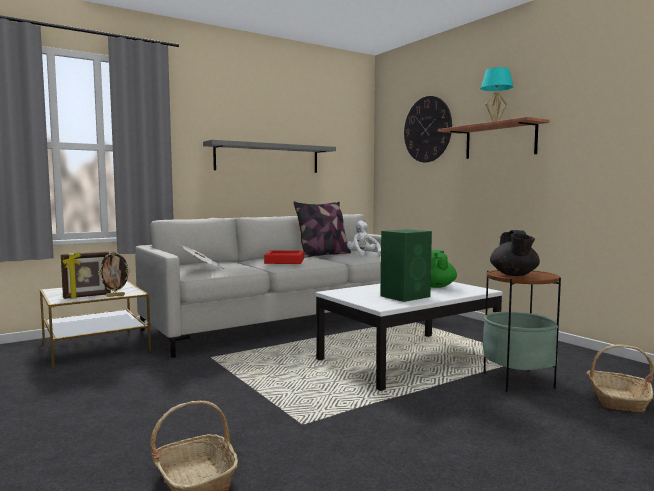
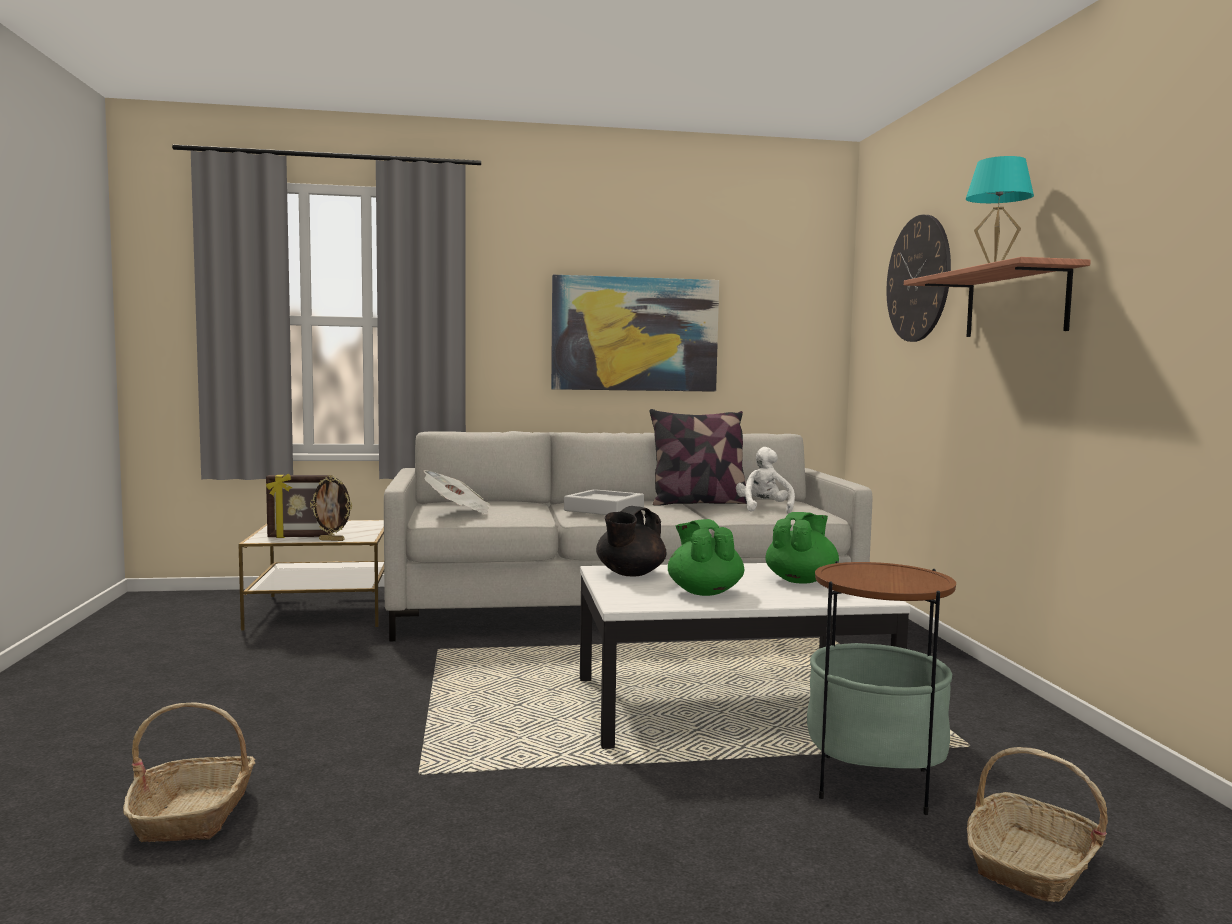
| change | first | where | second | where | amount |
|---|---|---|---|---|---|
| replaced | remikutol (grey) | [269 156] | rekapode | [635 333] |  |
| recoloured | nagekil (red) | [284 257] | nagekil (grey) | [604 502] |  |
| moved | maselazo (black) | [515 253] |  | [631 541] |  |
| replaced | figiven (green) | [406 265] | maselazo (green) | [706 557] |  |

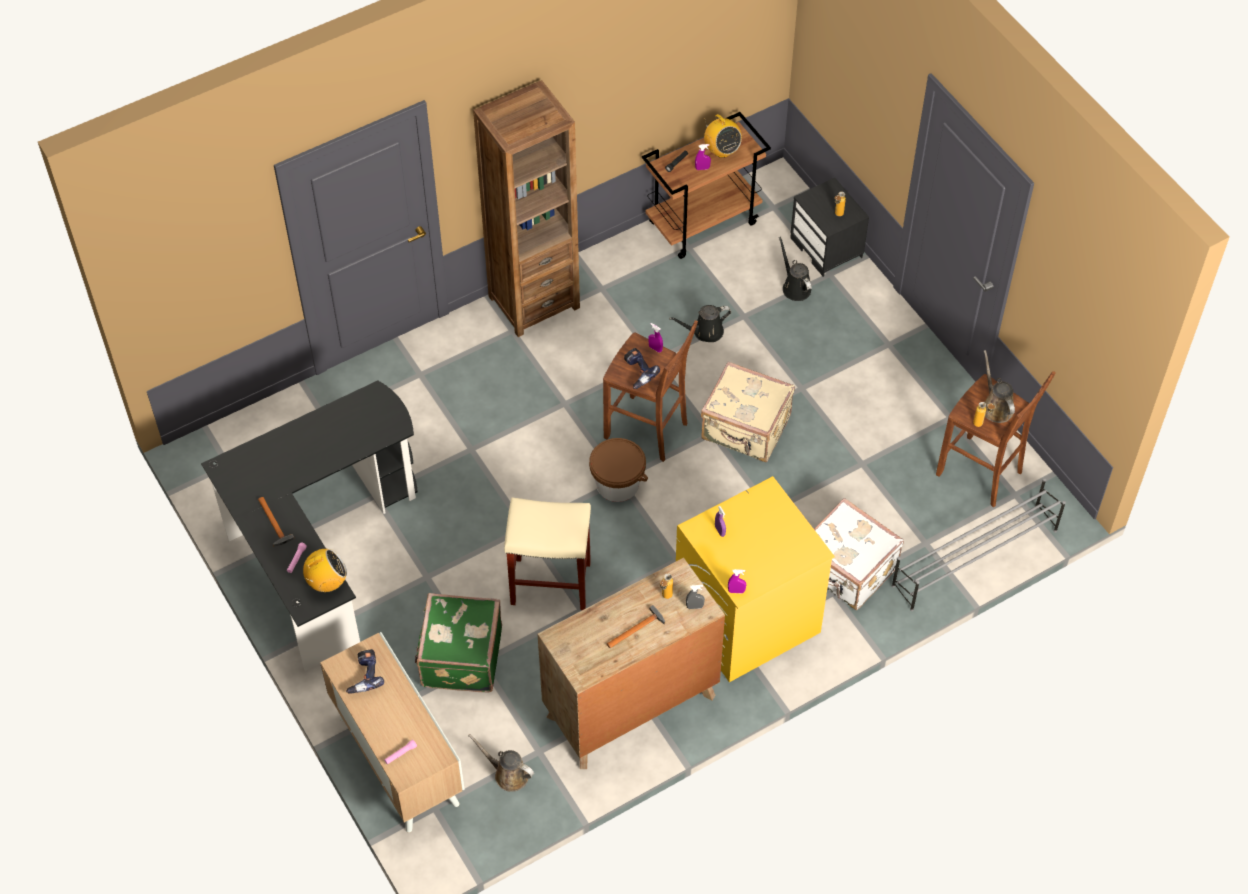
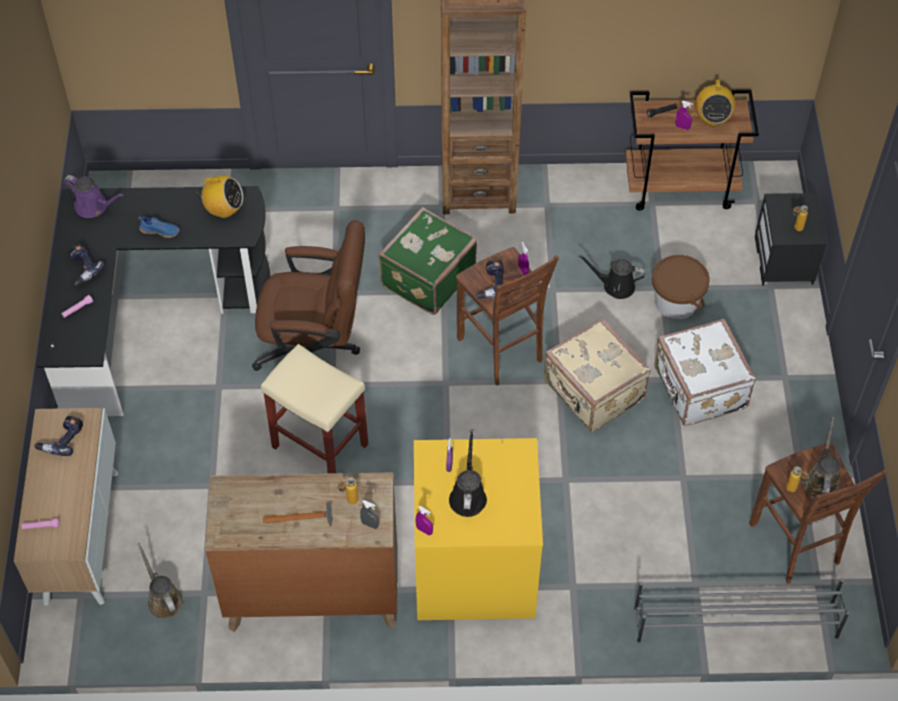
| change | first | where | second | where | amount |
|---|---|---|---|---|---|
| added |  |  | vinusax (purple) | [94 196] |  |
| replaced | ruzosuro | [276 522] | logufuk | [86 264] |  |
| added |  |  | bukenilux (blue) | [159 227] |  |
| moved | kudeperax | [325 570] |  | [219 196] |  |
| added |  |  | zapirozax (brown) | [308 295] |  |
| moved | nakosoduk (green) | [458 643] |  | [428 261] |  |
| moved | vinusax (black) | [795 269] |  | [468 473] |  |
| moved | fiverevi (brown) | [618 470] |  | [681 287] |  |
| moved | nakosoduk (white) | [859 554] |  | [705 372] |  |

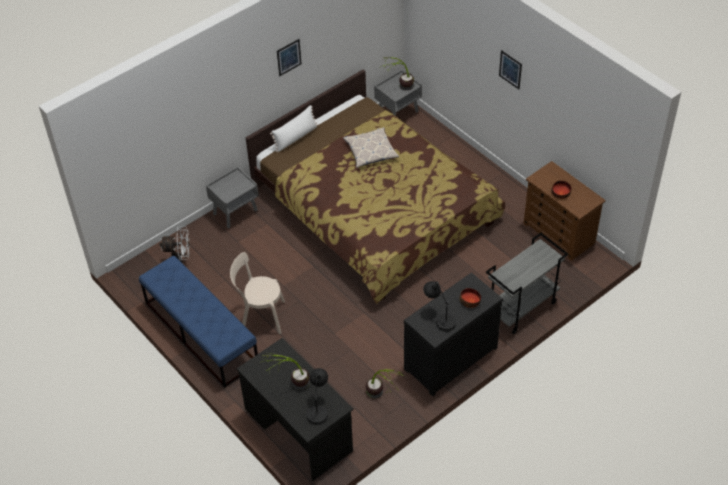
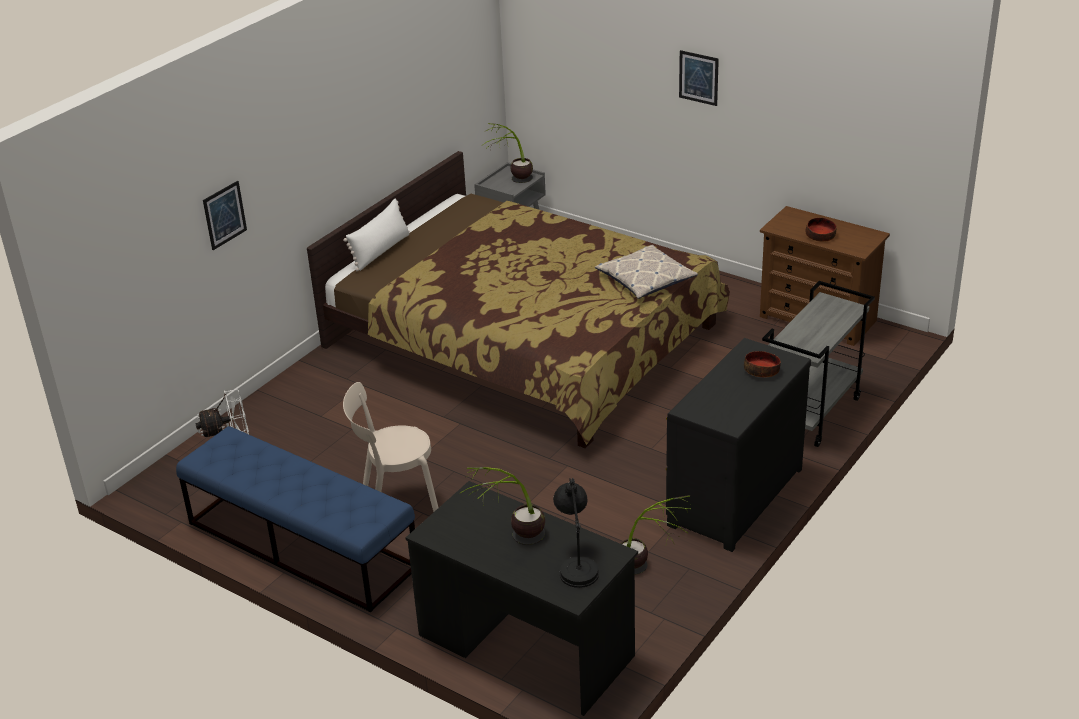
| change | first | where | second | where | amount |
|---|---|---|---|---|---|
| moved | rekapode | [289 57] |  | [225 215] |  |
| moved | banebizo | [371 147] |  | [646 272] |  |
| removed | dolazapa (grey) | [232 197] |  |  |  |
| removed | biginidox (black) | [439 306] |  |  |  |

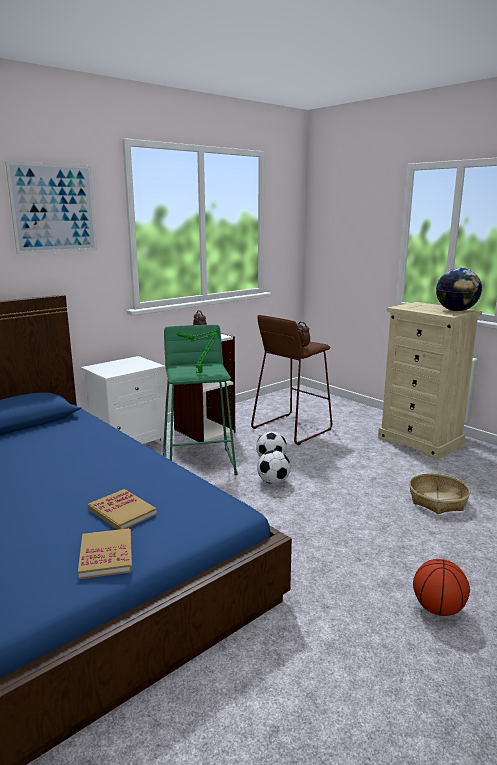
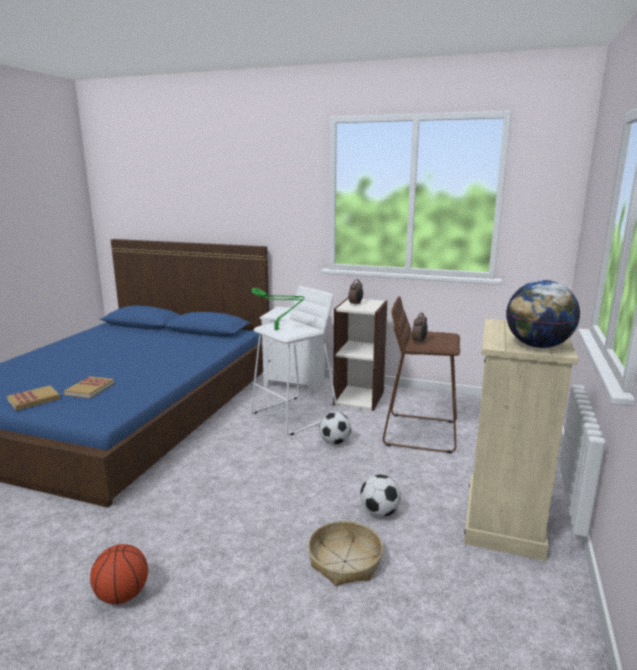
| change | first | where | second | where | amount |
|---|---|---|---|---|---|
| recoloured | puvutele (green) | [200 400] | puvutele (white) | [294 360] |  |
| moved | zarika | [274 467] |  | [380 496] |  |
| removed | rekapode | [51 207] |  |  |  |

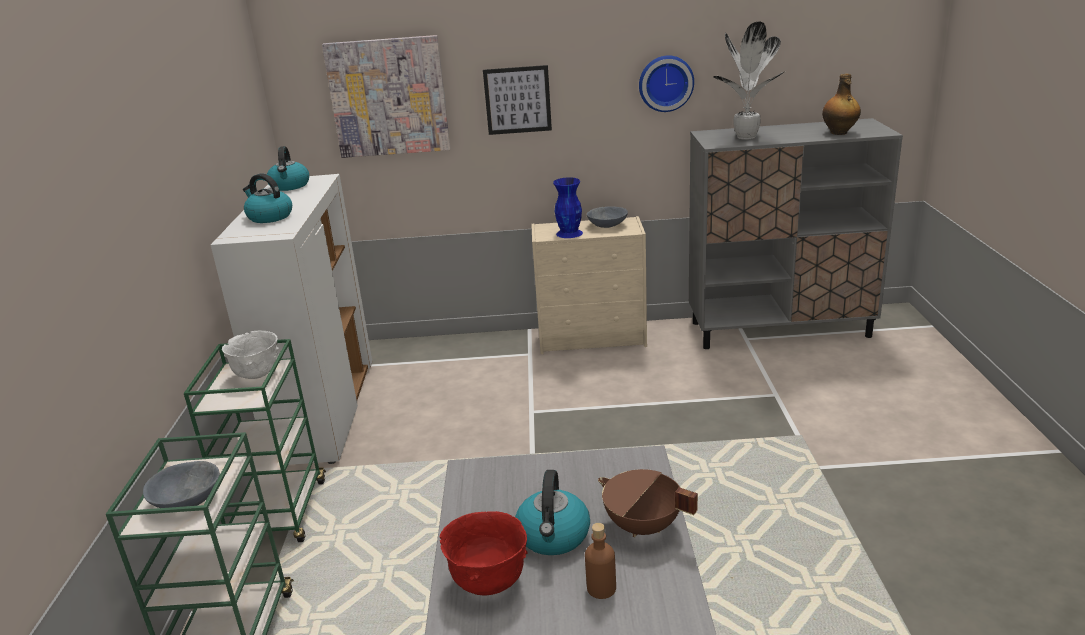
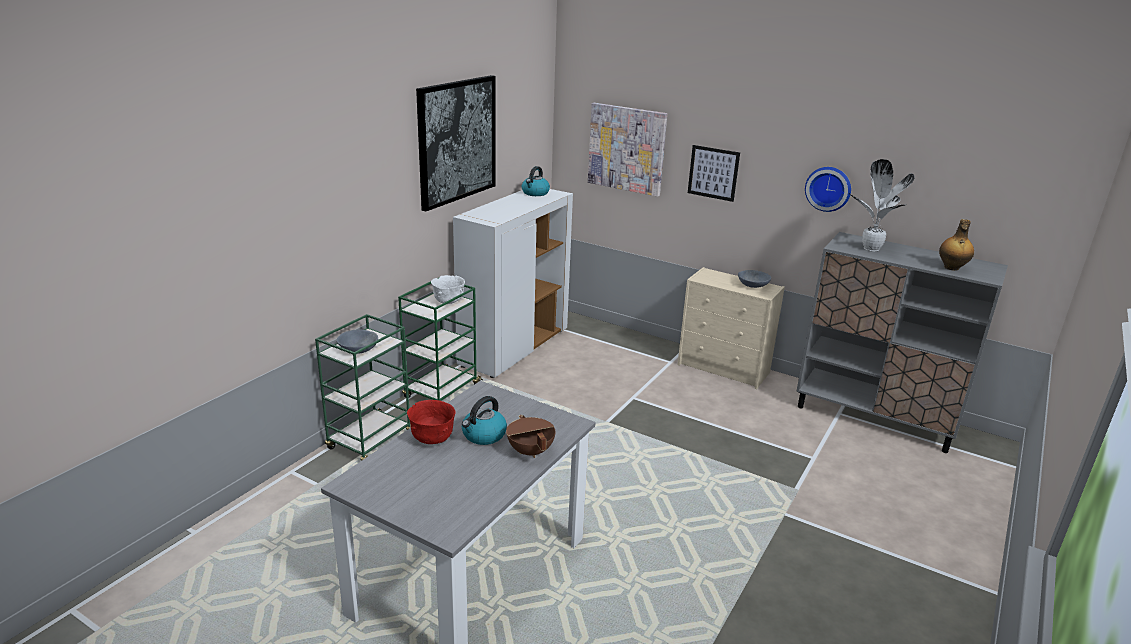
| change | first | where | second | where | amount |
|---|---|---|---|---|---|
| added |  |  | rekapode | [456 143] |  |
| removed | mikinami | [267 198] |  |  |  |
| removed | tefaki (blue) | [568 207] |  |  |  |
| removed | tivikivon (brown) | [600 561] |  |  |  |

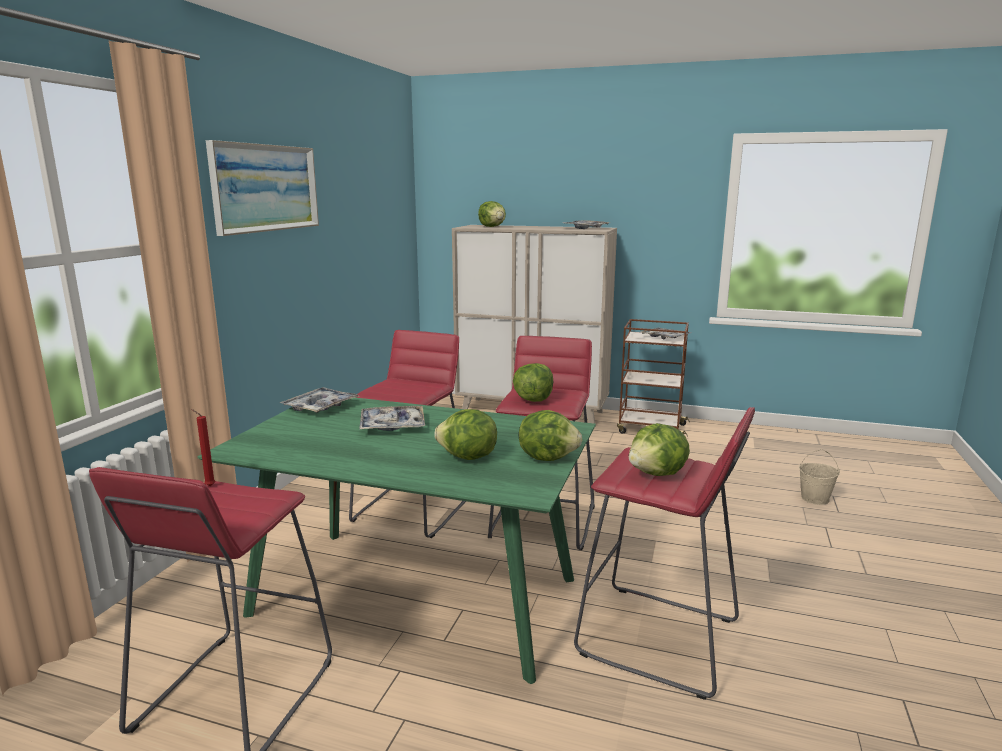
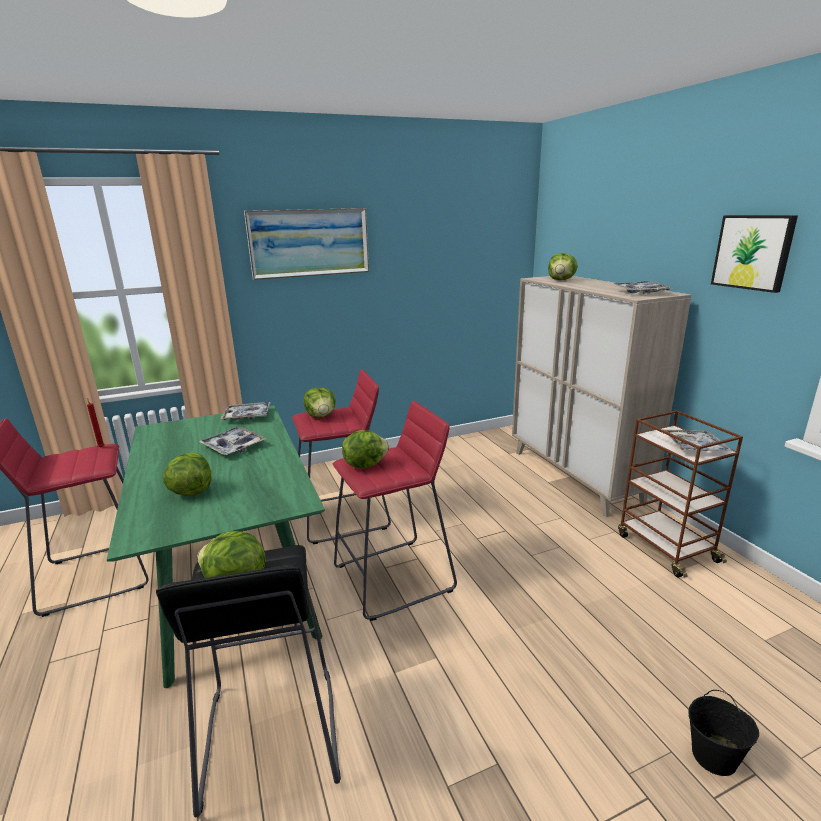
| change | first | where | second | where | amount |
|---|---|---|---|---|---|
| recoloured | puvutele (red) | [664 553] | puvutele (black) | [248 681] |  |
| moved | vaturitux | [550 435] |  | [320 403] |  |
| recoloured | fiverevi (beige) | [819 477] | fiverevi (black) | [724 733] |  |
| added |  |  | rekapode | [754 254] |  |

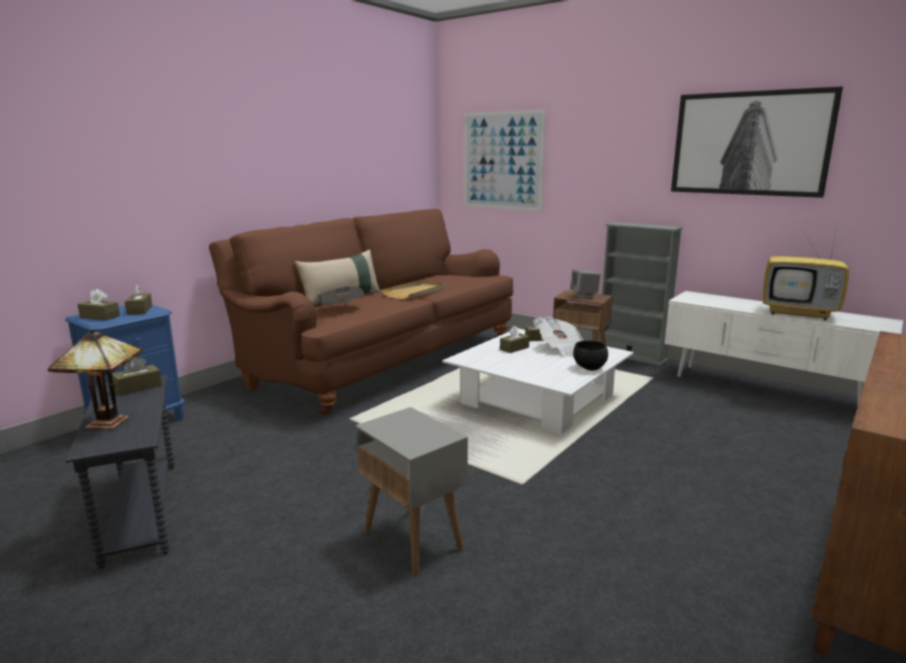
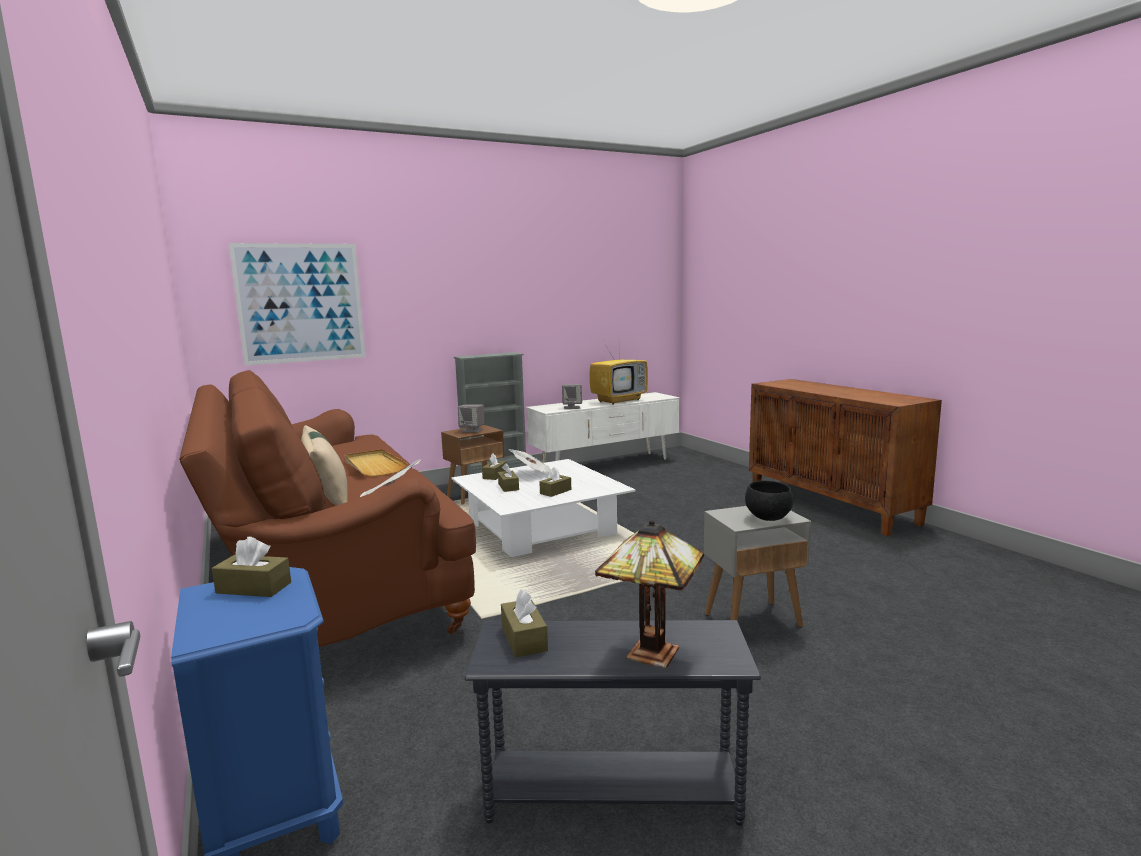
| change | first | where | second | where | amount |
|---|---|---|---|---|---|
| moved | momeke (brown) | [98 305] |  | [555 482] |  |
| added |  |  | figiven (grey) | [572 396] |  |
| moved | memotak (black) | [590 355] |  | [769 501] |  |
| removed | rekapode | [757 142] |  |  |  |

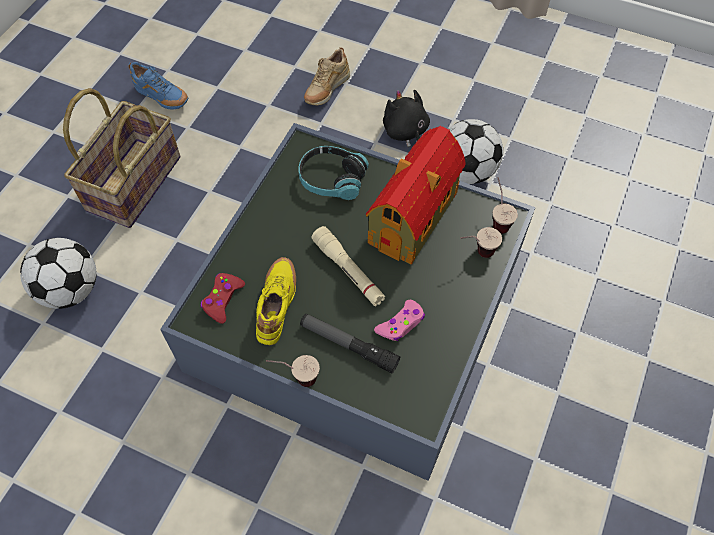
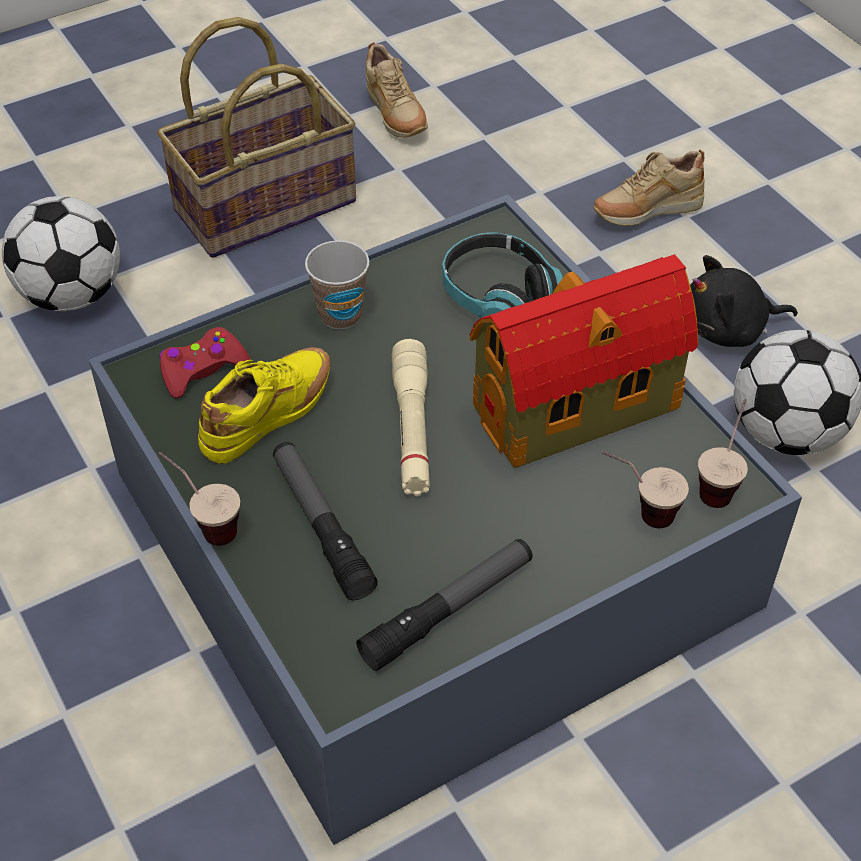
| change | first | where | second | where | amount |
|---|---|---|---|---|---|
| added |  |  | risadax | [337 284] |  |
| added |  |  | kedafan | [444 605] |  |
| recoloured | bukenilux (blue) | [158 86] | bukenilux (beige) | [397 90] |  |
| turned | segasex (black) | [406 118] |  | [744 301] | 105 degrees counterclockwise |
| removed | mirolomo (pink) | [399 320] |  |  |  |

